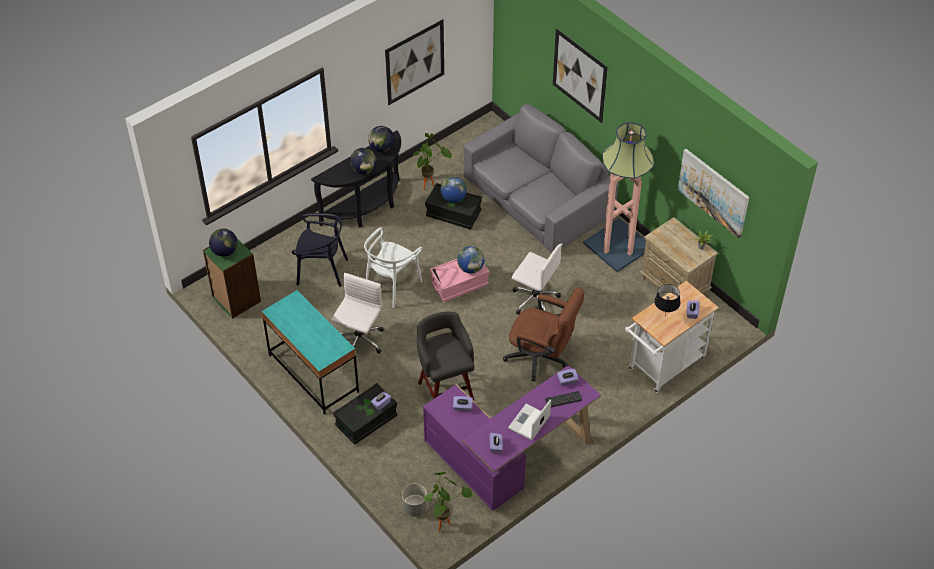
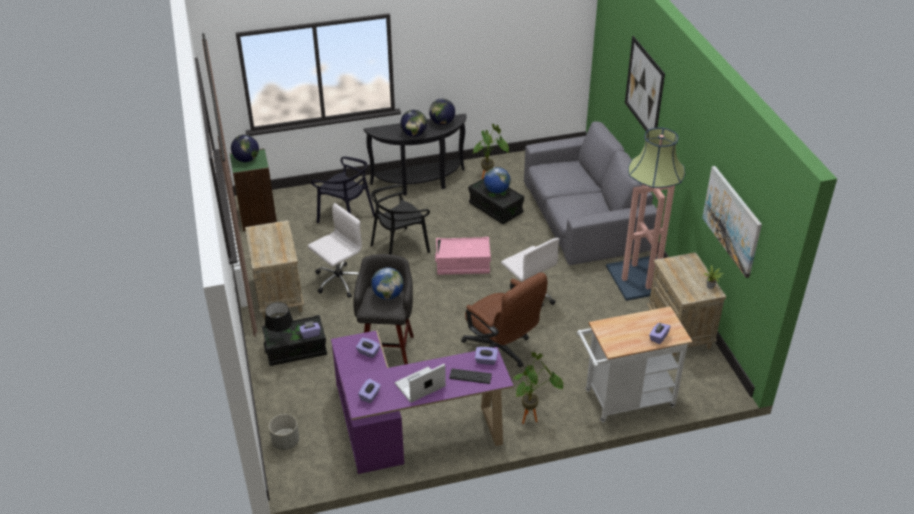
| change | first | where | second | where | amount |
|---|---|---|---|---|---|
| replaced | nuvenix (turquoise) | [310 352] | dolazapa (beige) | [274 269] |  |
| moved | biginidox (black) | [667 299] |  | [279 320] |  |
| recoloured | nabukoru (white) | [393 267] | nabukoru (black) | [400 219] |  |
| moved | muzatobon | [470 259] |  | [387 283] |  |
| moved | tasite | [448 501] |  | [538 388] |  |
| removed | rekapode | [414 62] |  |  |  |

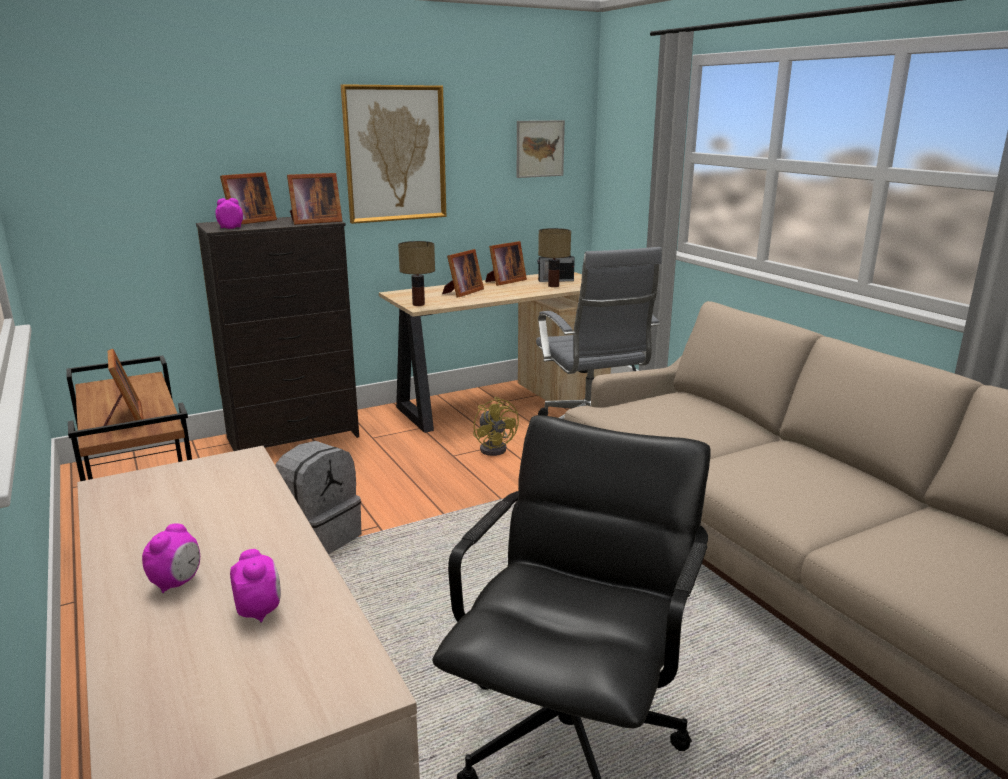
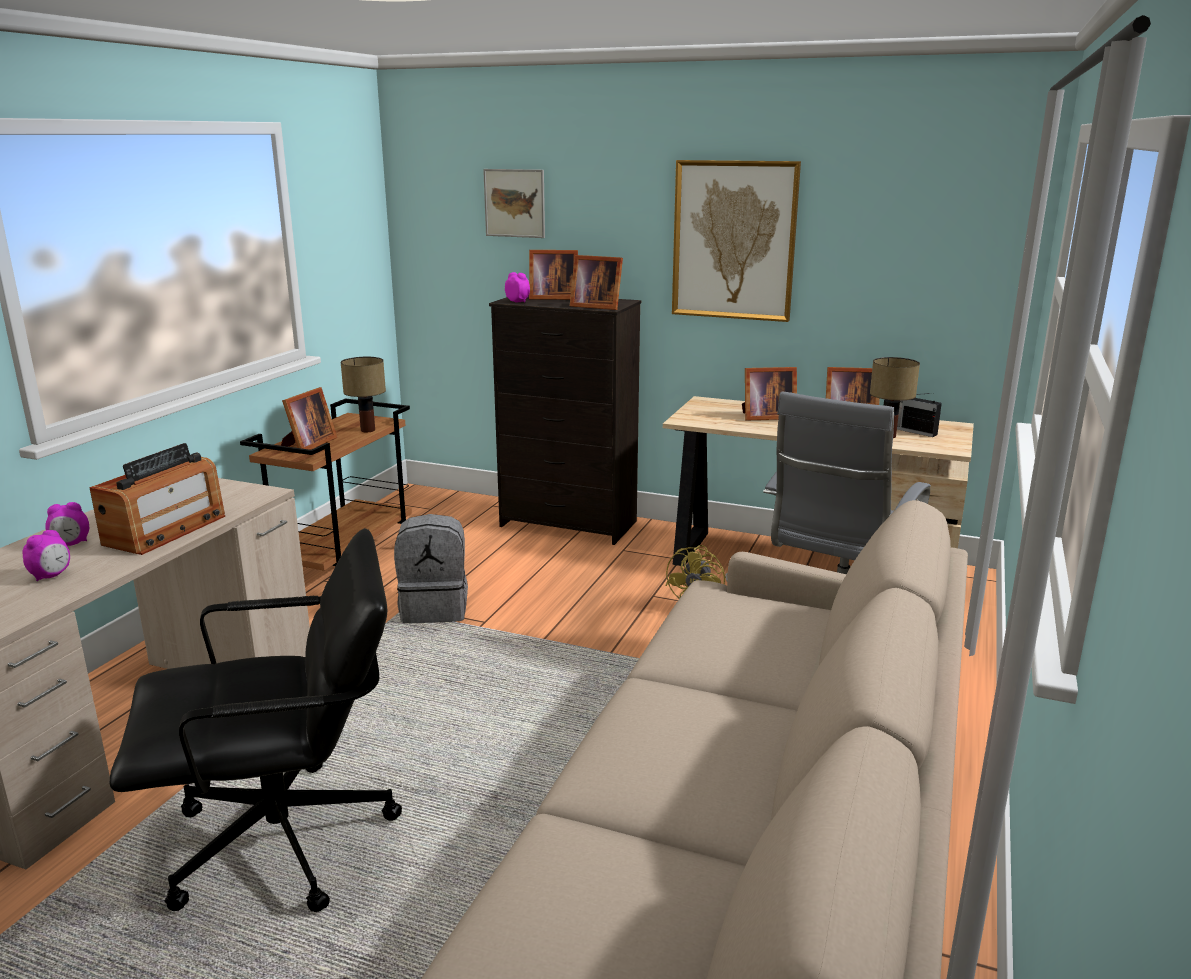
| change | first | where | second | where | amount |
|---|---|---|---|---|---|
| added |  |  | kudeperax | [157 499] |  |
| moved | biginidox | [416 273] |  | [363 394] |  |
| moved | rekapode | [541 149] |  | [514 203] |  |

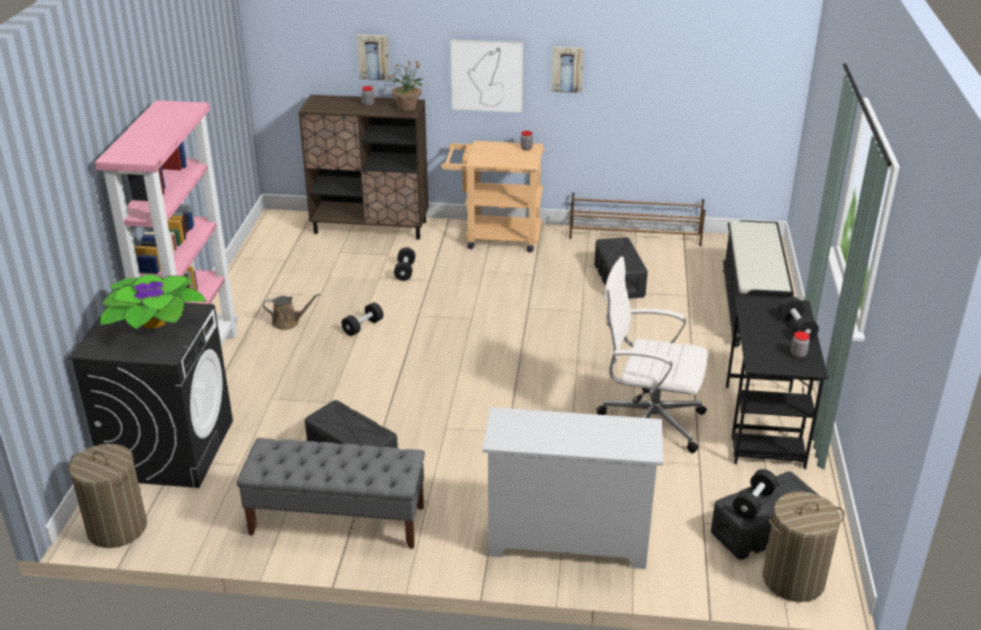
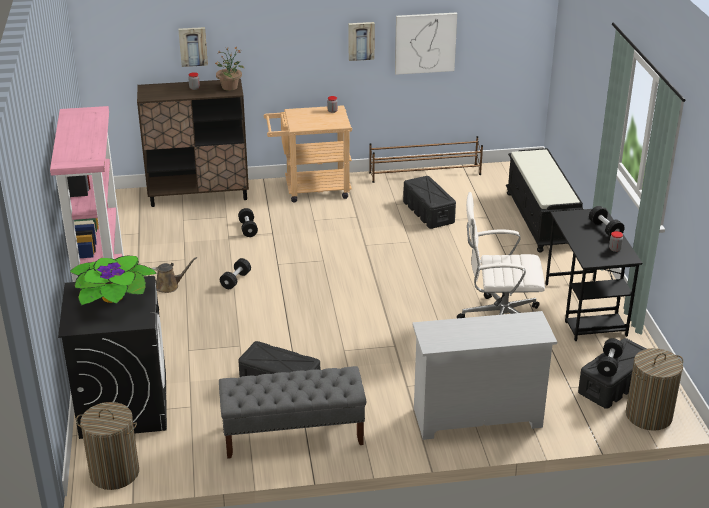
| change | first | where | second | where | amount |
|---|---|---|---|---|---|
| moved | rekapode | [487 76] |  | [426 43] |  |

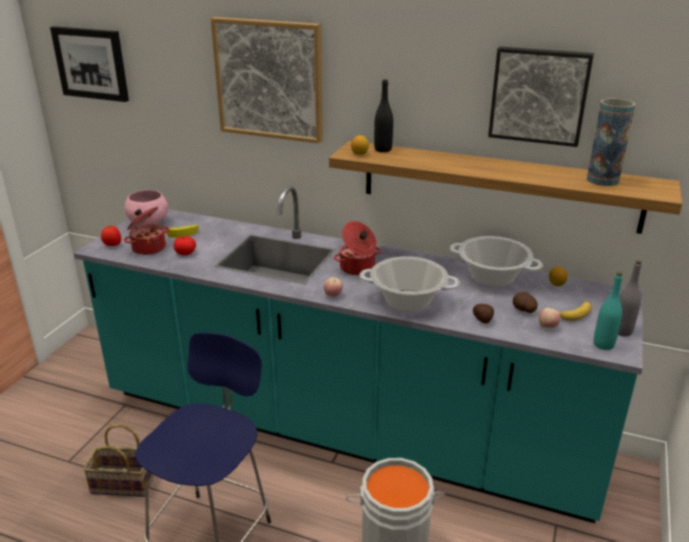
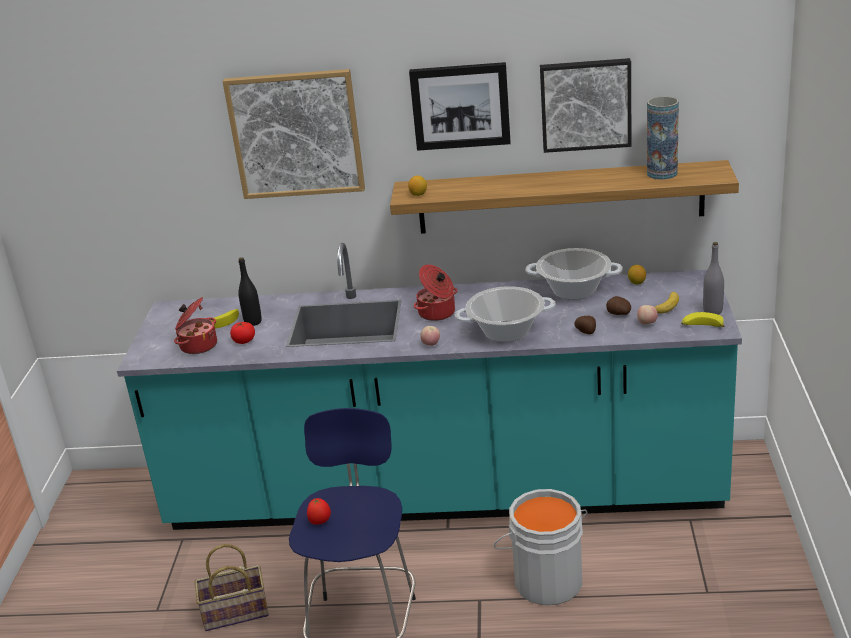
| change | first | where | second | where | amount |
|---|---|---|---|---|---|
| moved | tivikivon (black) | [383 115] |  | [250 291] |  |
| moved | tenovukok | [111 235] |  | [319 511] |  |
| moved | rekapode | [89 64] |  | [460 106] |  |
| replaced | tivikivon (turquoise) | [608 311] | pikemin | [702 319] |  |
| removed | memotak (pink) | [146 208] |  |  |  |

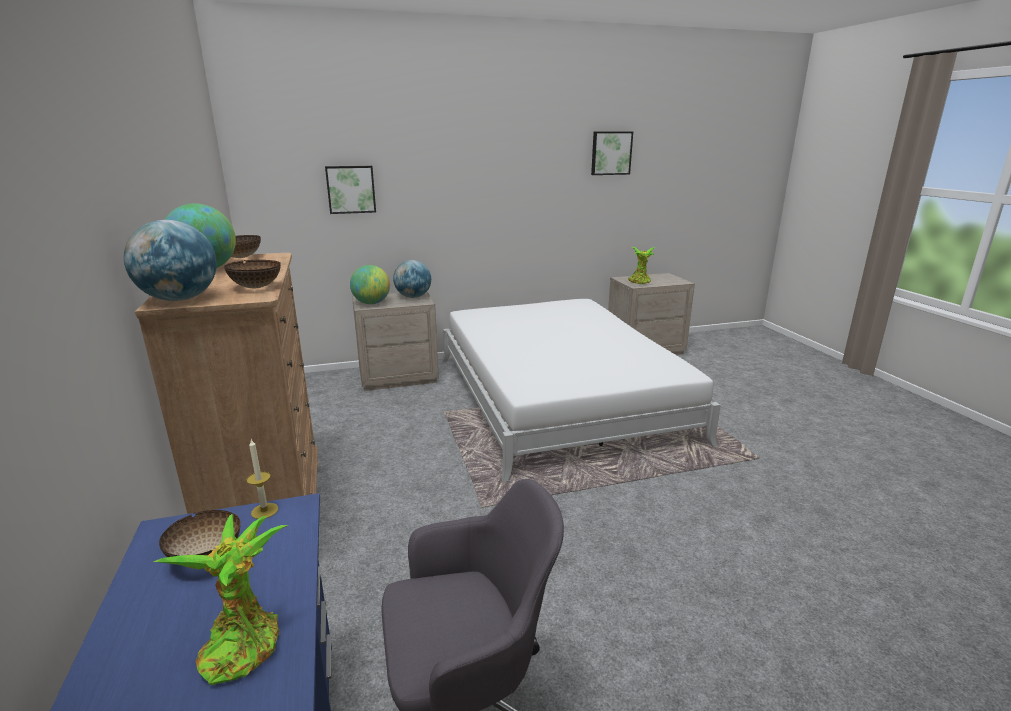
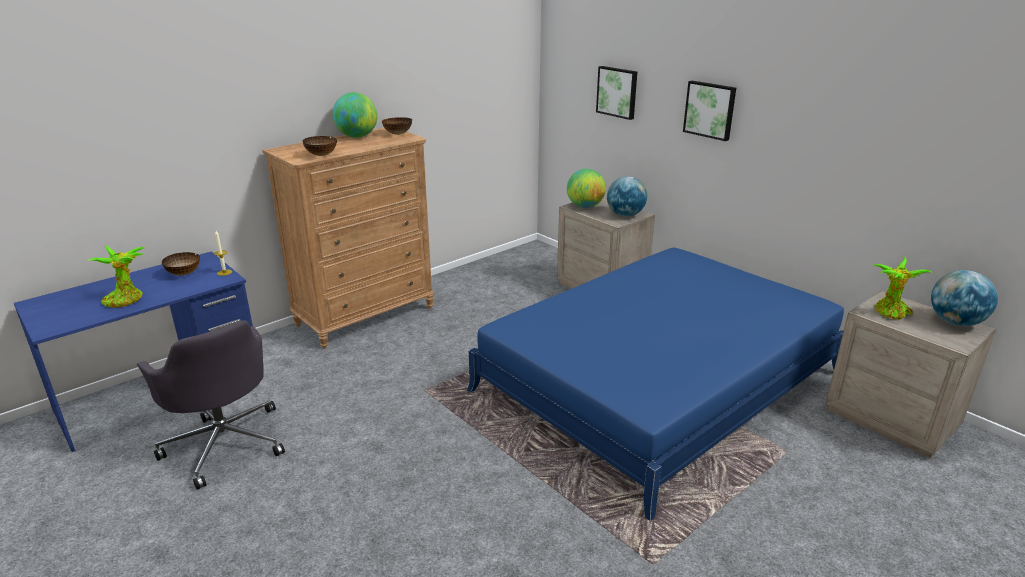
| change | first | where | second | where | amount |
|---|---|---|---|---|---|
| recoloured | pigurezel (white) | [581 390] | pigurezel (blue) | [655 384] |  |
| moved | rekapode | [612 153] |  | [709 111] |  |
| moved | muzatobon | [170 260] |  | [964 298] |  |

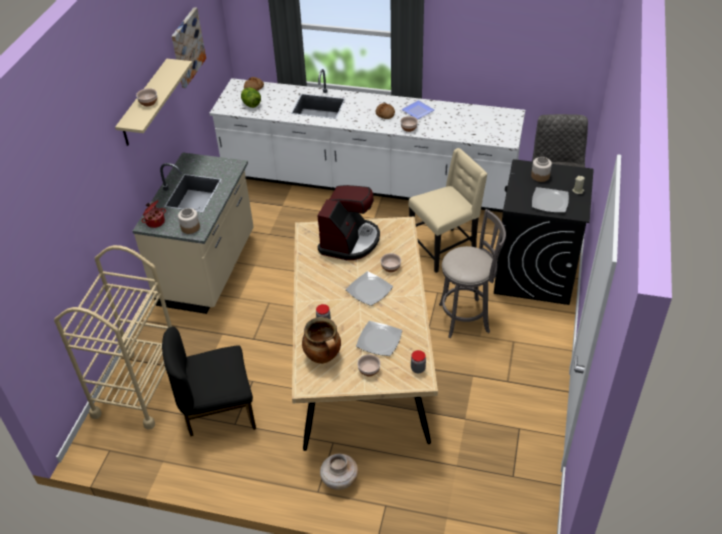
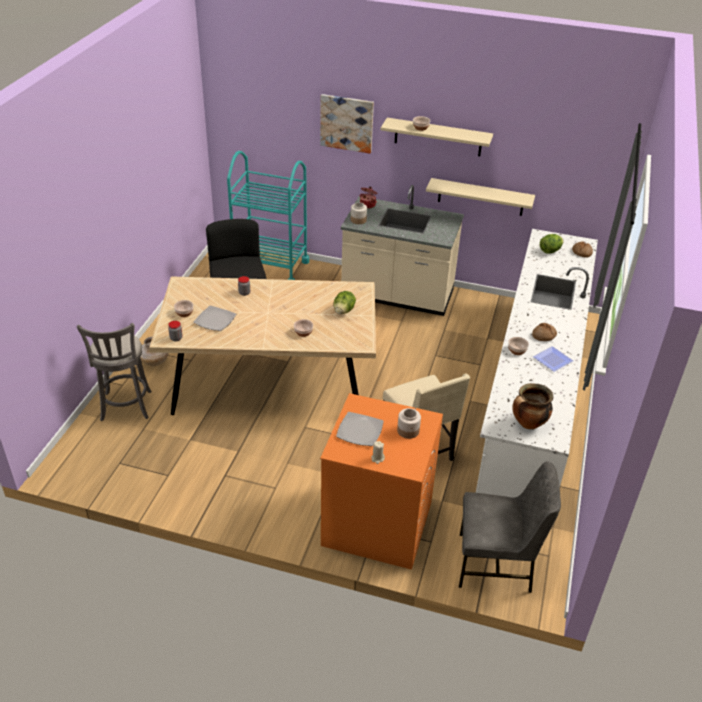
| change | first | where | second | where | amount |
|---|---|---|---|---|---|
| moved | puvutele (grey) | [472 273] |  | [114 372] |  |
| recoloured | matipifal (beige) | [113 337] | matipifal (turquoise) | [268 215] |  |
| moved | rekapode | [189 47] |  | [347 124] |  |
| recoloured | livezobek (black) | [544 232] | livezobek (orange) | [381 481] |  |
| replaced | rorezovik | [348 222] | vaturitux | [344 302] |  |
| added |  |  | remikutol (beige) | [480 197] |  |
| moved | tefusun | [321 340] |  | [532 406] |  |
| removed | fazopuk | [369 288] |  |  |  |

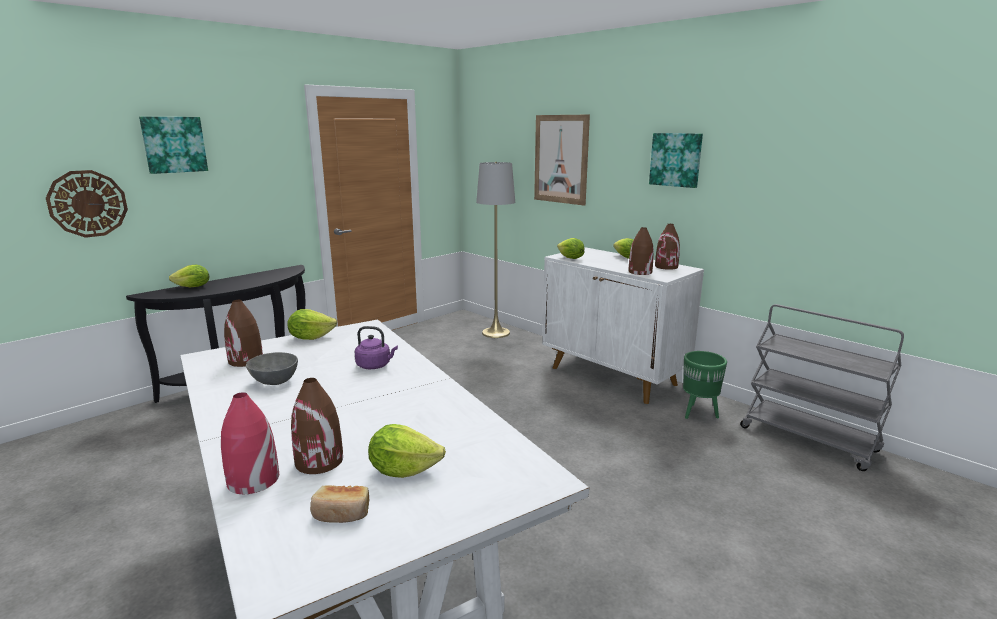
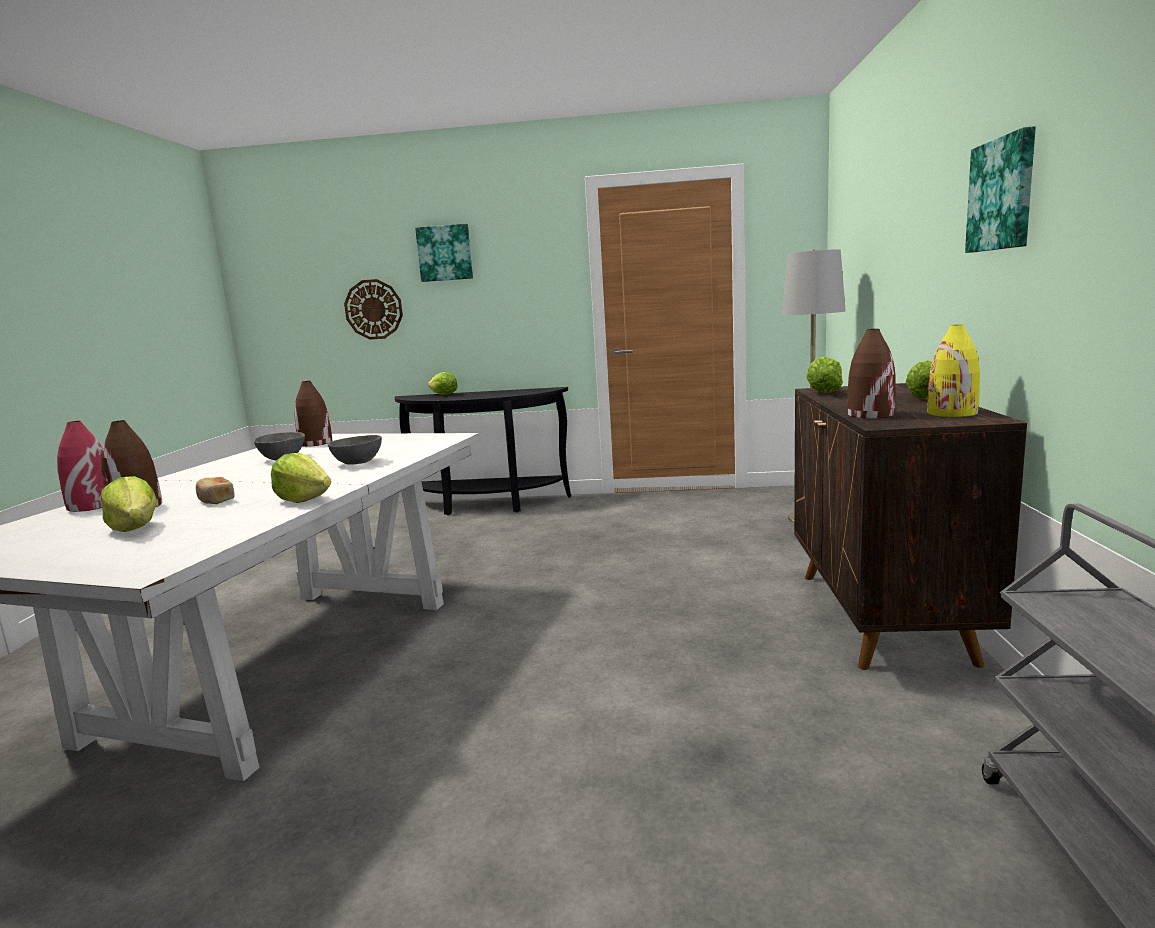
| change | first | where | second | where | amount |
|---|---|---|---|---|---|
| moved | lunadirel | [339 504] |  | [215 490] |  |
| moved | vaturitux | [312 324] |  | [301 478] |  |
| replaced | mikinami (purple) | [376 347] | memotak (grey) | [354 450] |  |
| recoloured | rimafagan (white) | [623 325] | rimafagan (brown) | [910 526] |  |
| recoloured | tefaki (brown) | [667 247] | tefaki (yellow) | [953 371] |  |
| removed | rekapode | [562 160] |  |  |  |
| removed | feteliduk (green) | [705 385] |  |  |  |

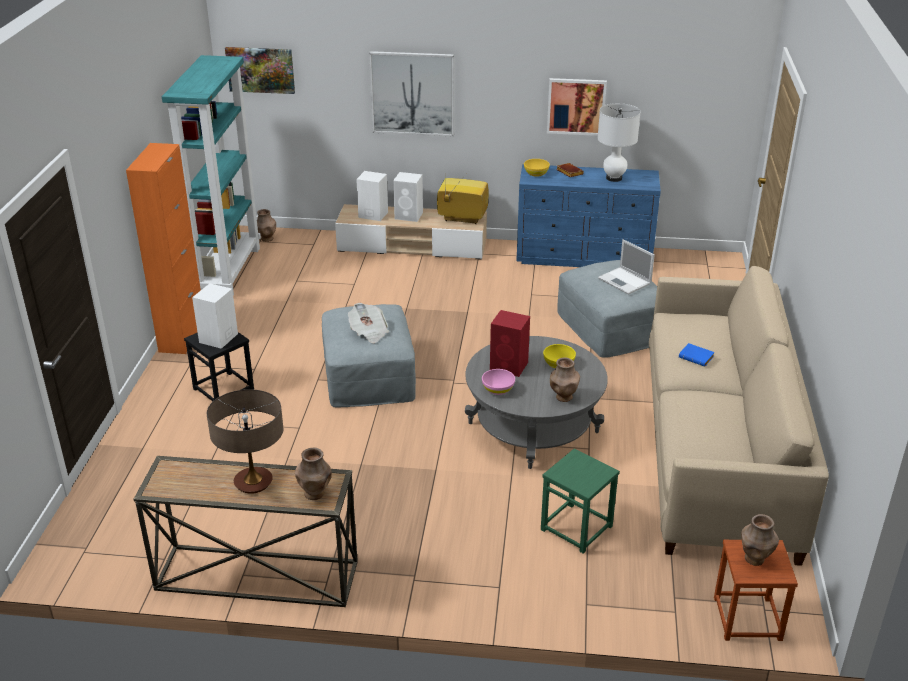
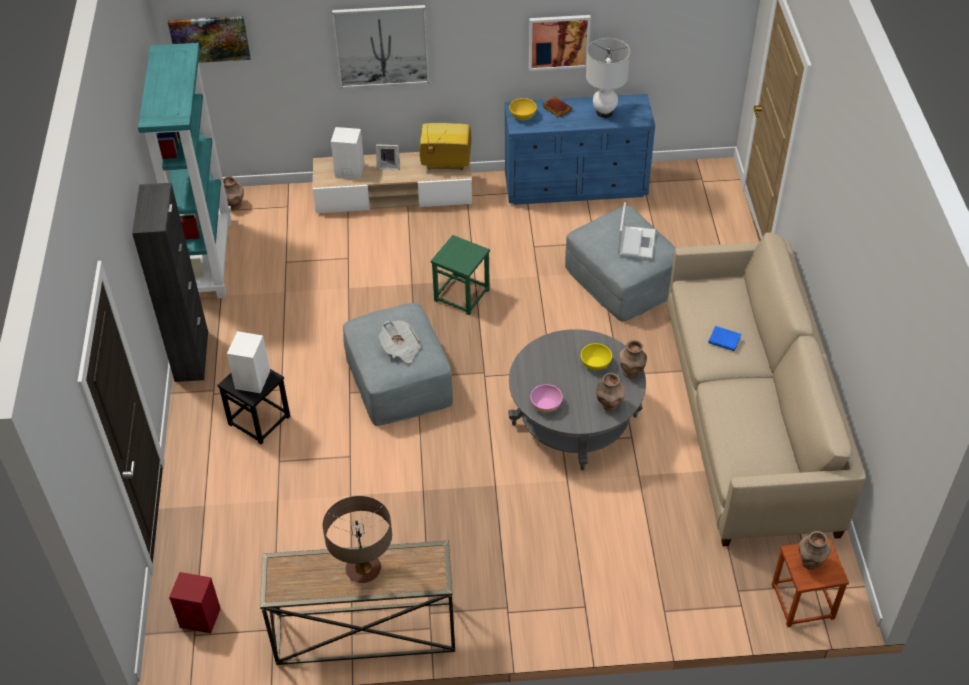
| change | first | where | second | where | amount |
|---|---|---|---|---|---|
| recoloured | rimafagan (orange) | [163 248] | rimafagan (black) | [170 282] |  |
| moved | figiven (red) | [510 343] |  | [195 602] |  |
| replaced | figiven (white) | [408 197] | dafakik | [388 157] |  |
| moved | puvutele (green) | [580 501] |  | [460 275] |  |
| turned | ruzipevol | [626 267] |  | [637 230] | 120 degrees counterclockwise |
| moved | tefaki (brown) | [313 474] |  | [633 359] |  |

